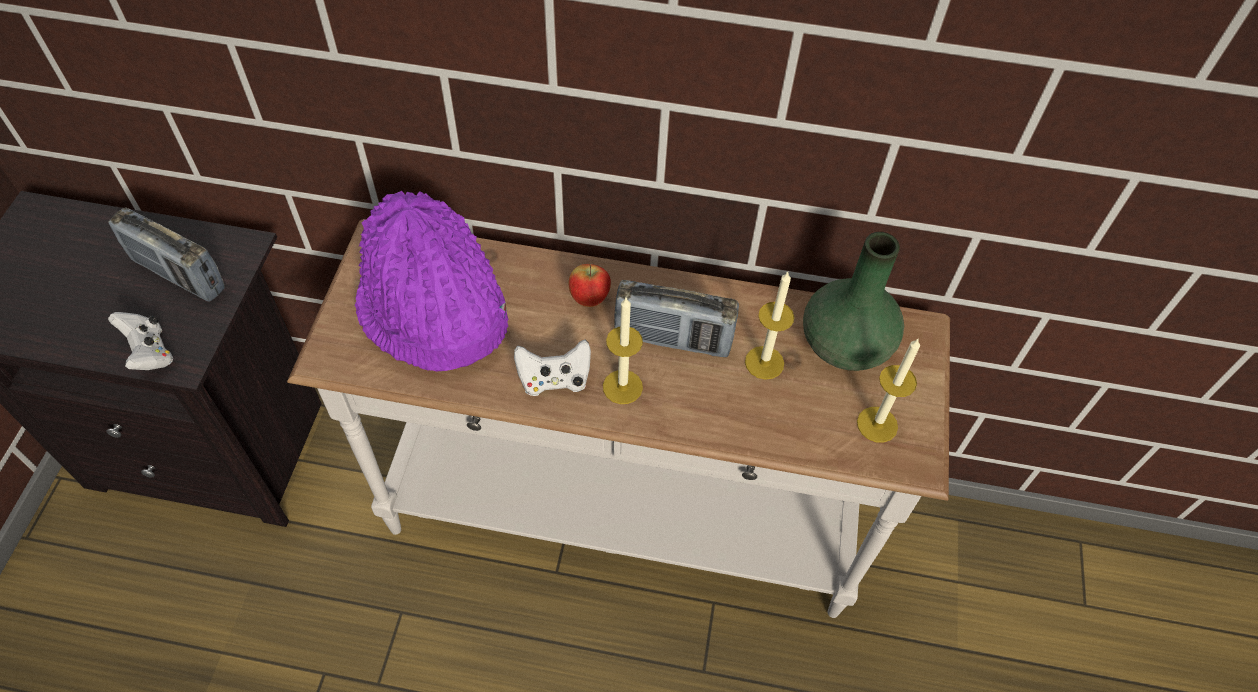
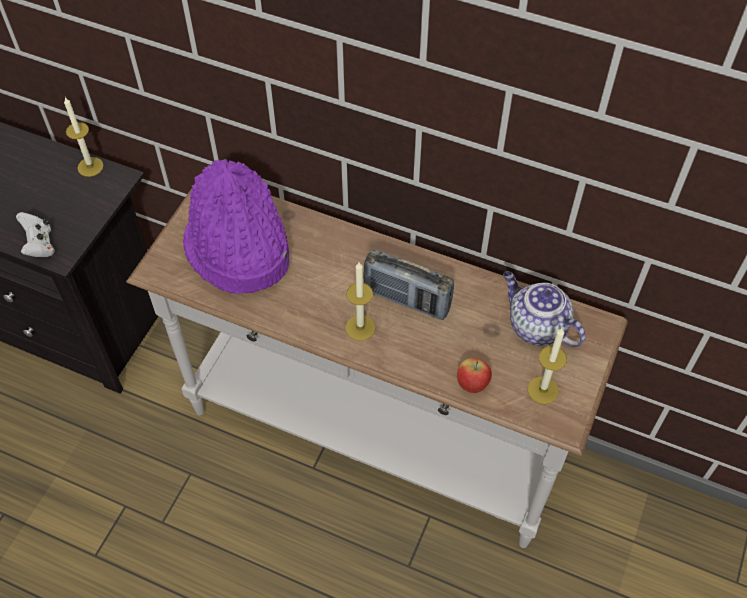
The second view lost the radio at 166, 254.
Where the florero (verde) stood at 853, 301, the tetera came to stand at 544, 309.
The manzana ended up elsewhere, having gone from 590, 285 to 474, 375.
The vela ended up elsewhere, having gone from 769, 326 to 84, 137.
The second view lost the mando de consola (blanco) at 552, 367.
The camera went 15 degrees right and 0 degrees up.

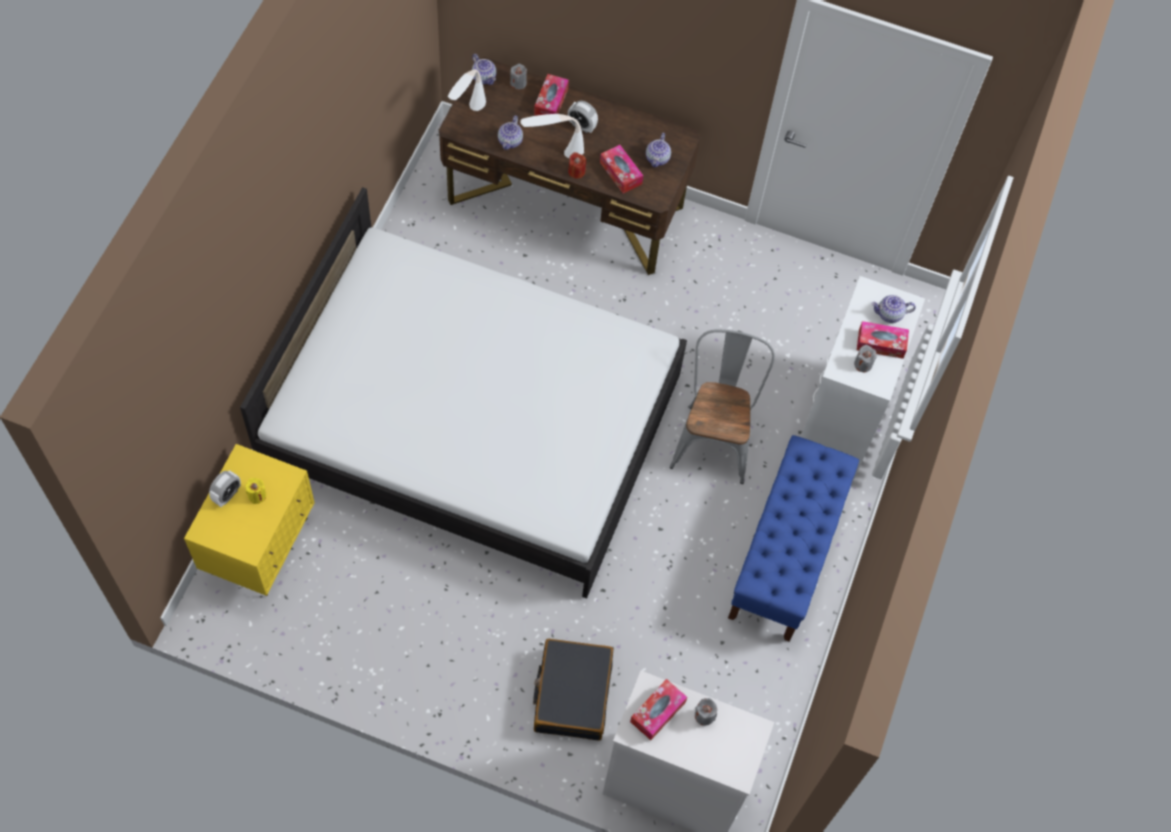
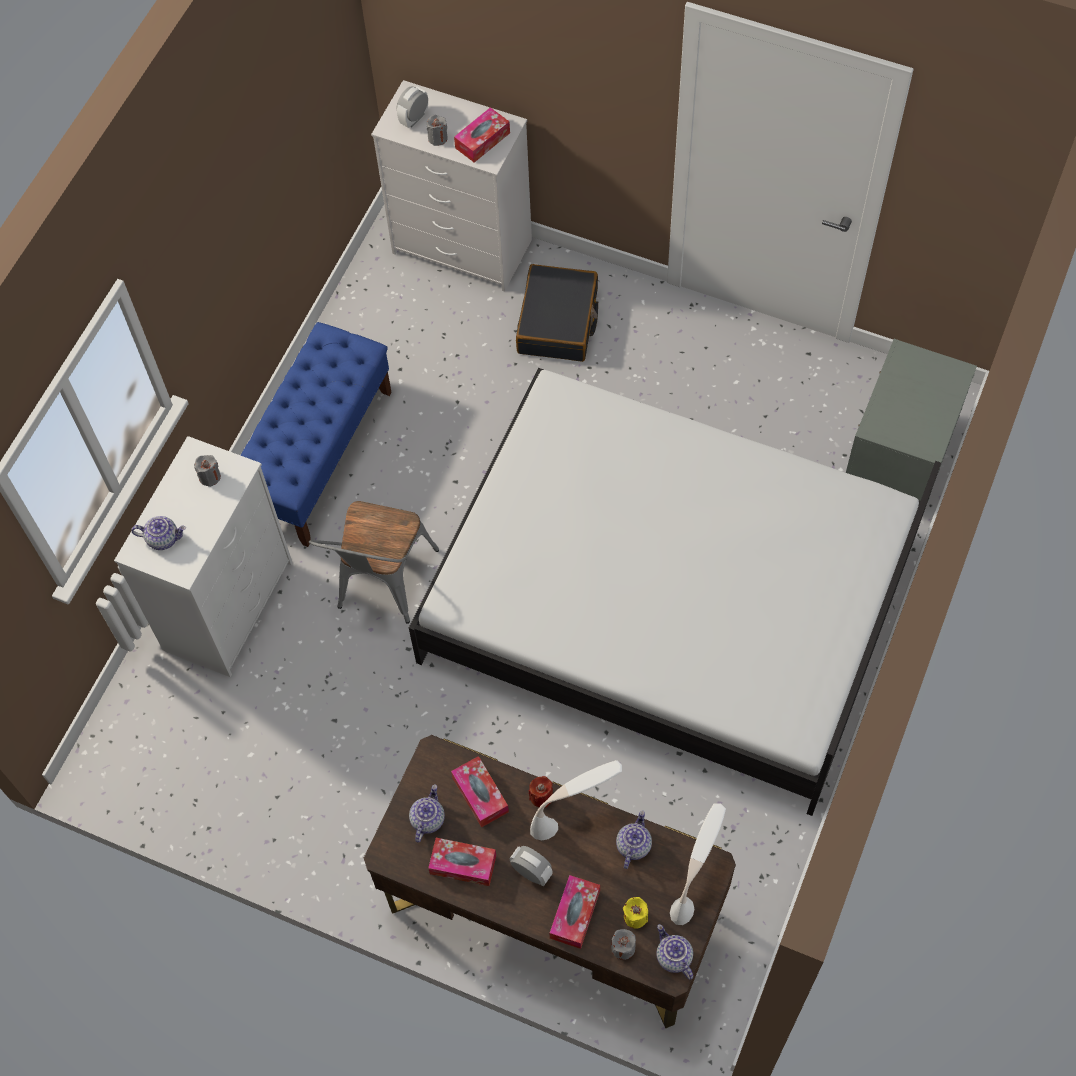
The caja de pañuelos ended up elsewhere, having gone from 883, 340 to 462, 862.
What was the mesita de noche (amarillo) at 249, 520 turned into the mesita de noche (gris) at 911, 420.
The despertador ended up elsewhere, having gone from 225, 488 to 412, 107.
The vela (amarillo) ended up elsewhere, having gone from 255, 491 to 635, 913.
The camera went 170 degrees left and 0 degrees up.

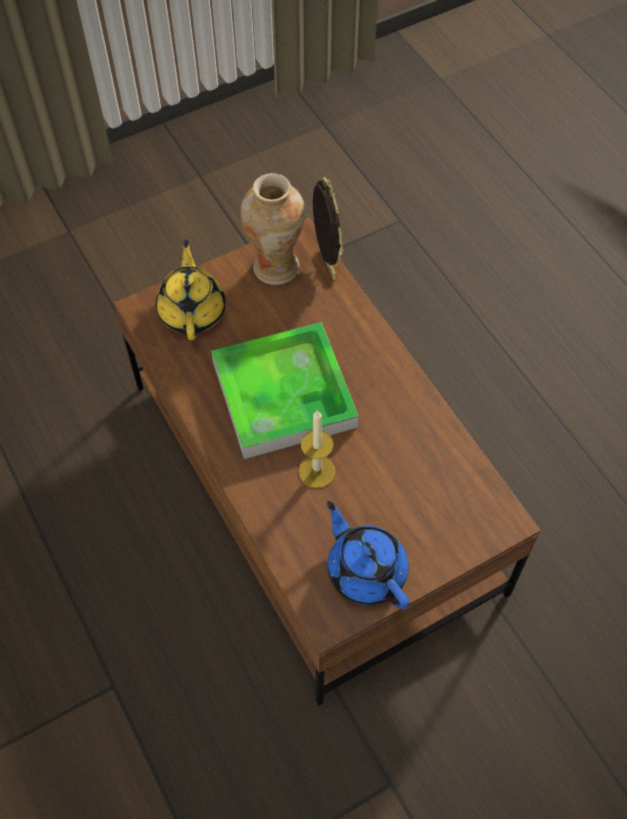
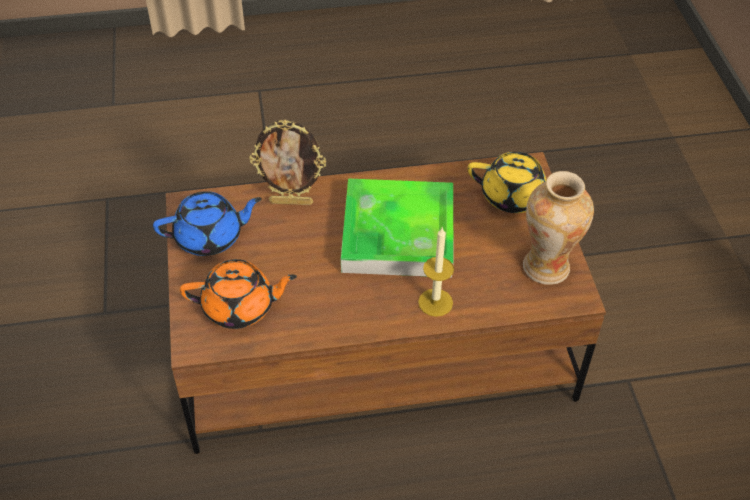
The portarretratos ended up elsewhere, having gone from 328, 228 to 287, 162.
The vela ended up elsewhere, having gone from 317, 449 to 436, 272.
The second view gained the tetera (naranja) at 238, 294.
The camera went 110 degrees right and 10 degrees down.

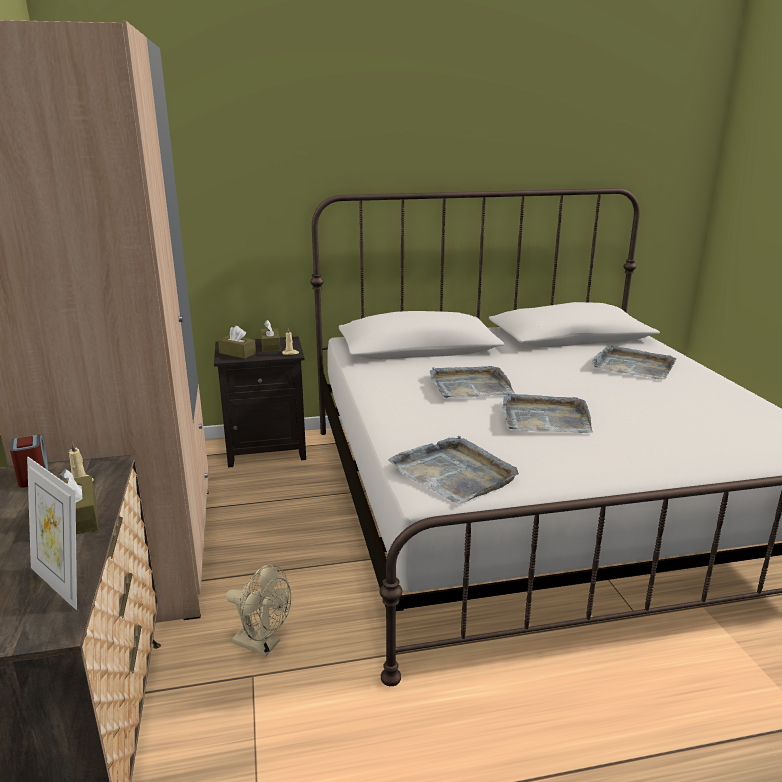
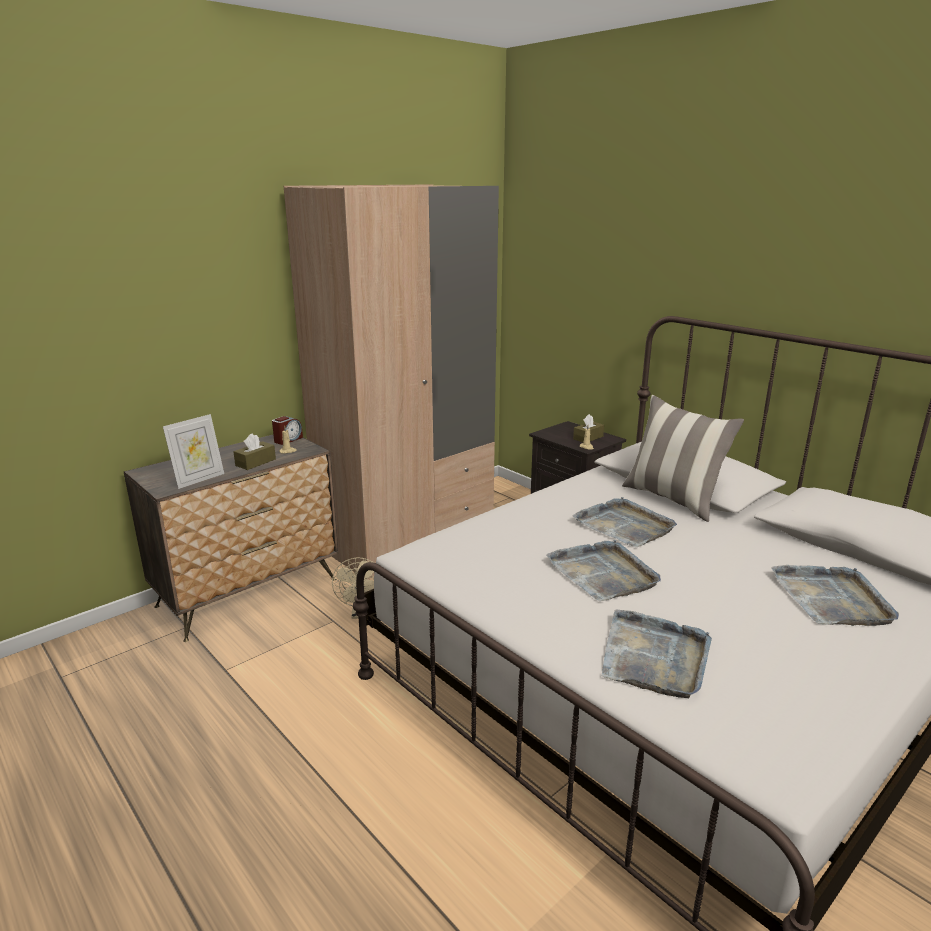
The second view lost the caja de pañuelos (marrón) at 237, 342.
The bandeja (gris) ended up elsewhere, having gone from 453, 470 to 657, 654.
The portarretratos at 52, 533 ended up facing another way, 150 degrees counterclockwise from before.
The second view gained the cojín at 683, 458.
The camera went 60 degrees right and 0 degrees up.

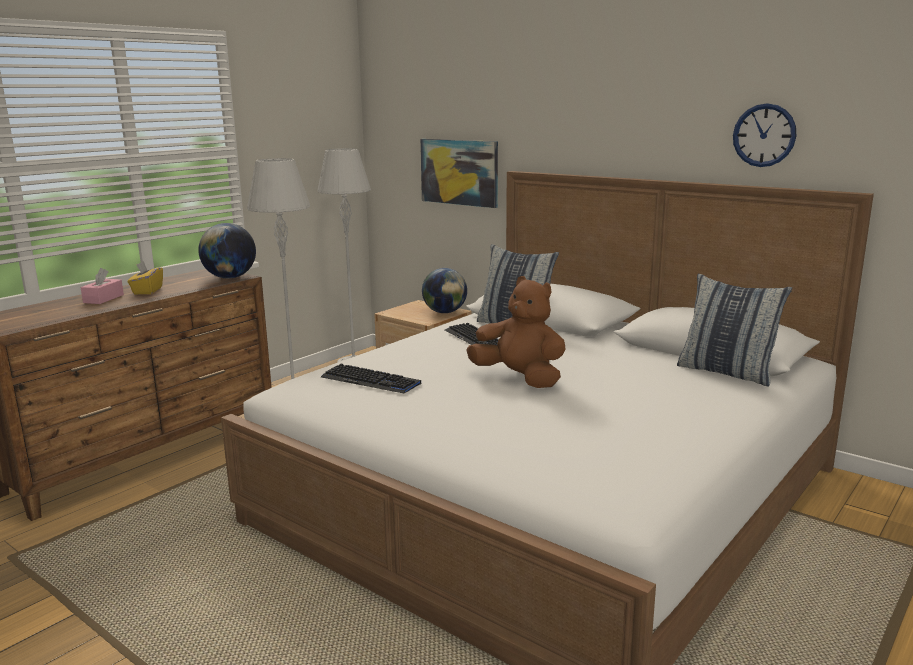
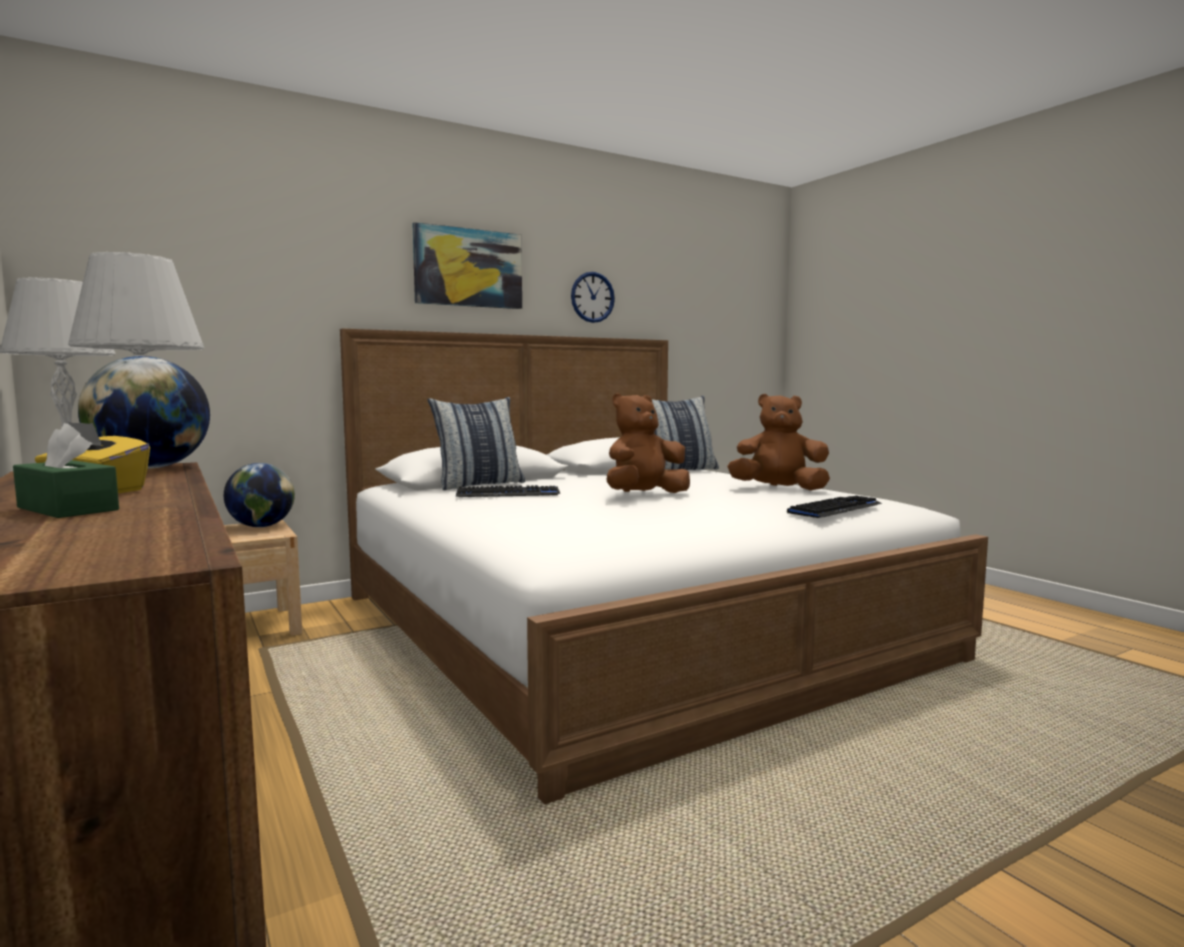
The cuadro ended up elsewhere, having gone from 459, 173 to 467, 265.
What was the caja de pañuelos (rosa) at 102, 286 turned into the caja de pañuelos (verde) at 66, 470.
The teclado ended up elsewhere, having gone from 371, 379 to 834, 507.
The second view gained the peluche (marrón) at 779, 442.
The camera went 70 degrees left and 10 degrees down.

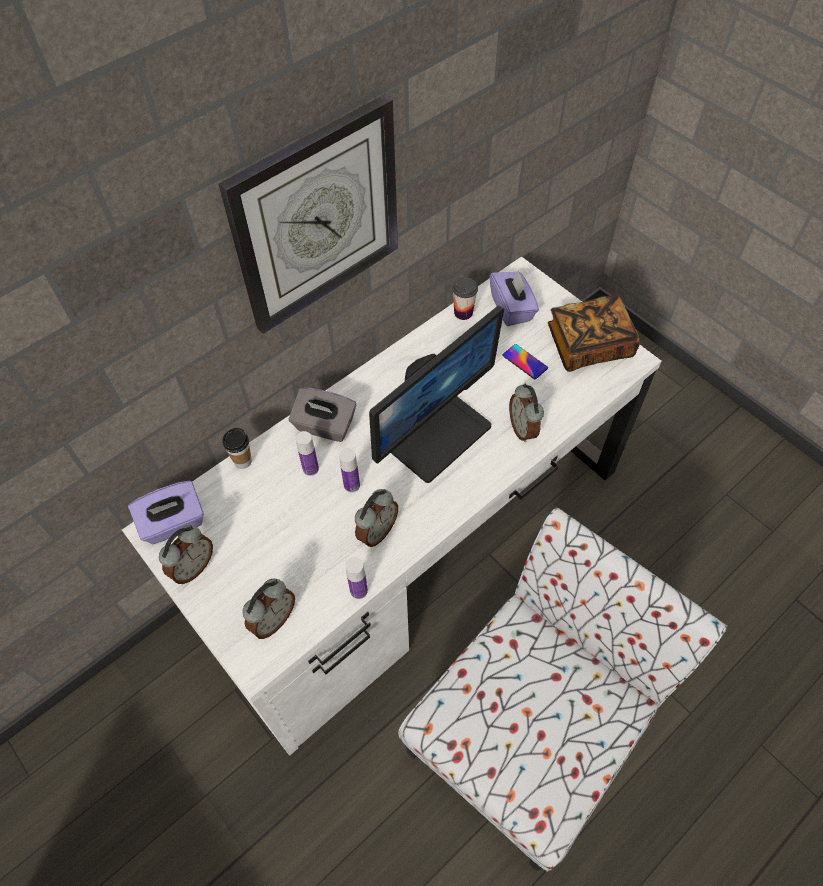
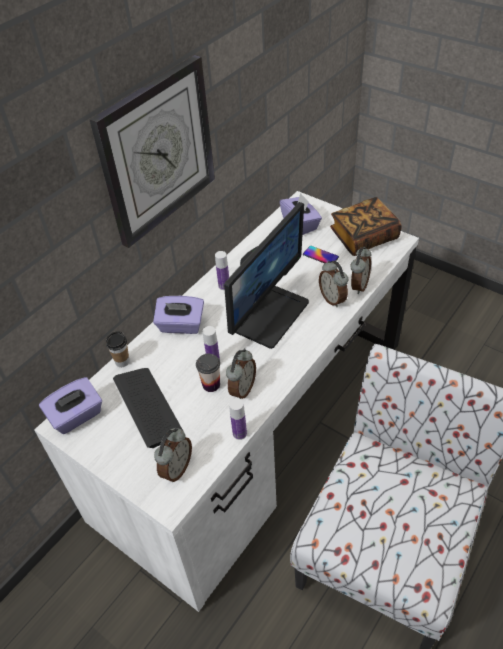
The taza ended up elsewhere, having gone from 465, 298 to 208, 373.
What was the caja de pañuelos (gris) at 322, 414 turned into the caja de pañuelos (morado) at 178, 315.
The botella ended up elsewhere, having gone from 307, 453 to 222, 270.
The despertador ended up elsewhere, having gone from 186, 554 to 360, 270.
The second view gained the teclado at 148, 408.
The camera went 10 degrees left and 10 degrees down.

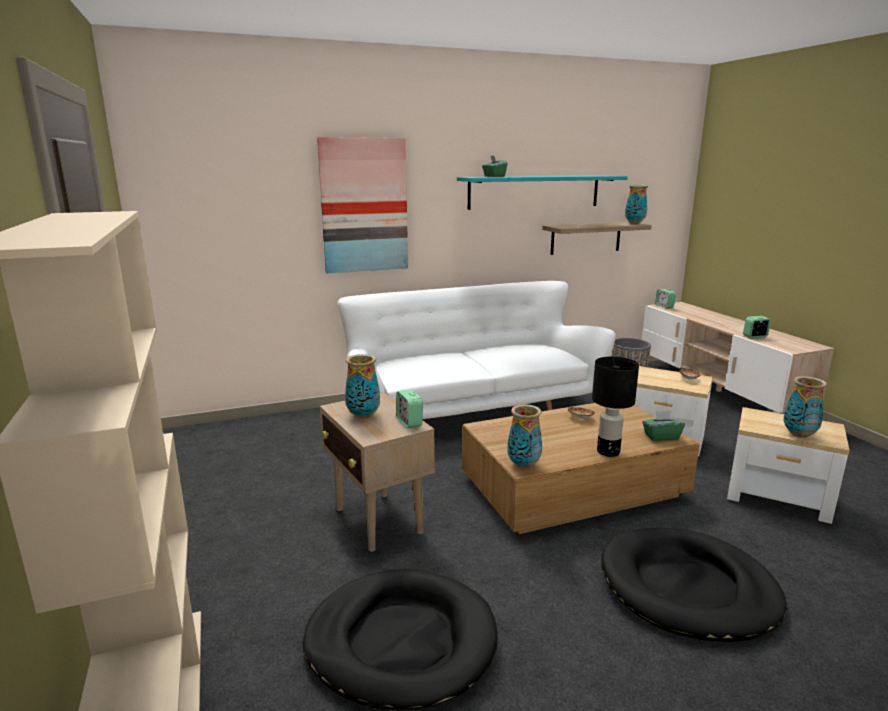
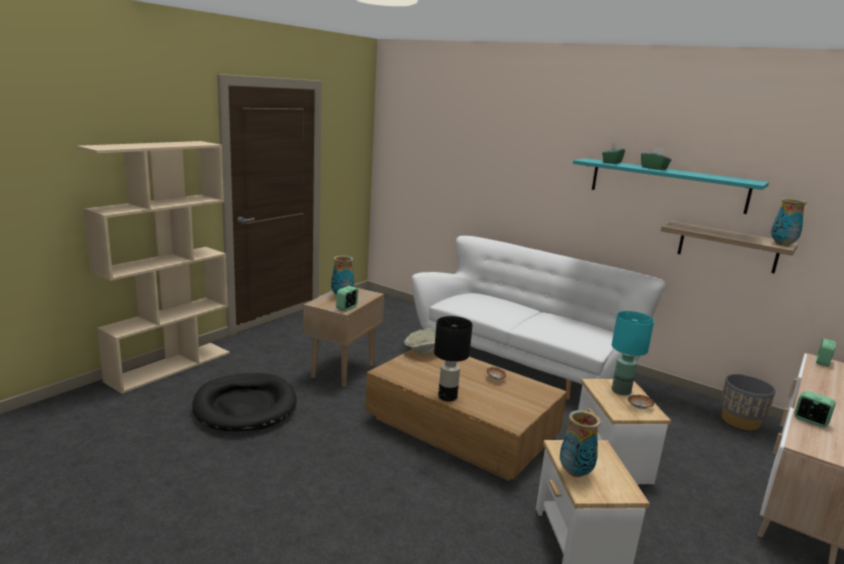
The second view lost the cuadro at 362, 205.
The second view lost the florero at 524, 436.
The caja de pañuelos (verde) ended up elsewhere, having gone from 664, 426 to 656, 159.
The second view lost the cama para perro (negro) at 694, 585.
The second view gained the lámpara de mesa (turquesa) at 633, 353.
The second view gained the cuenco (beis) at 420, 341.
The camera went 55 degrees right and 0 degrees up.

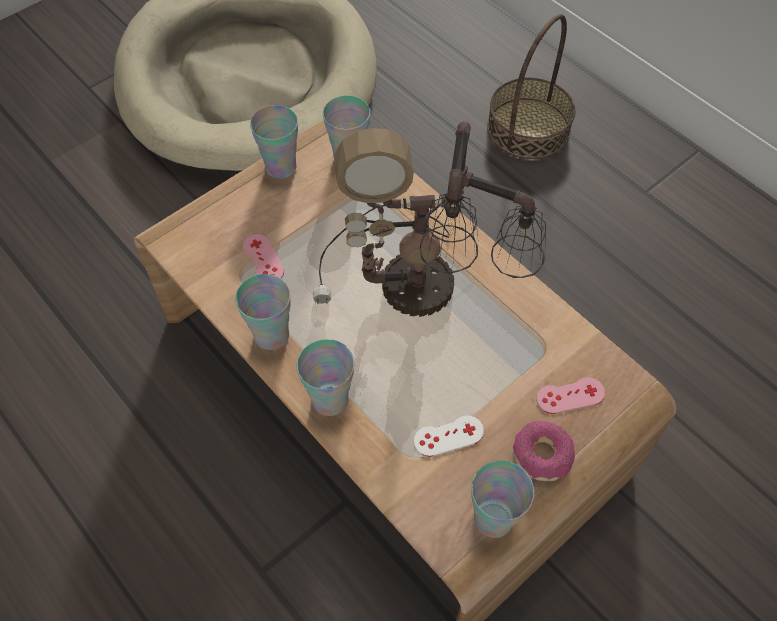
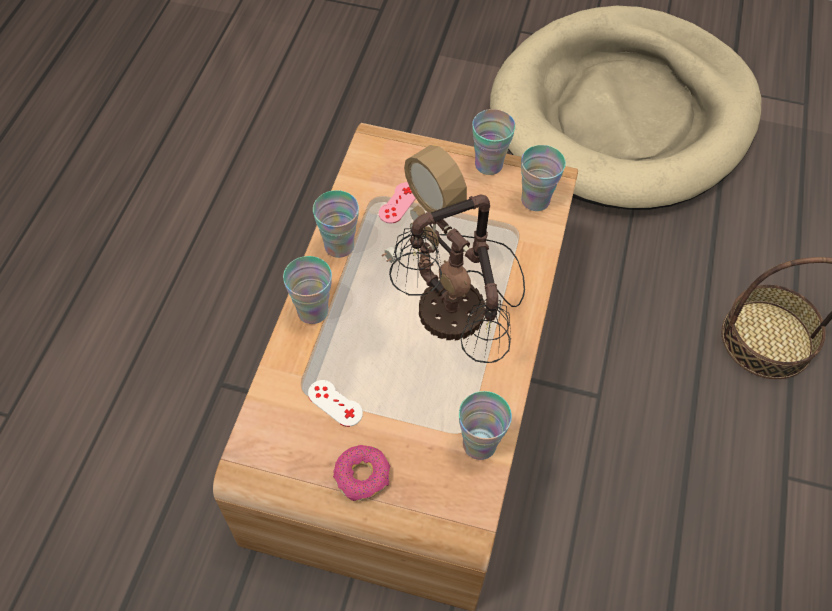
The second view lost the mando de consola (rosa) at 570, 395.
The taza ended up elsewhere, having gone from 502, 499 to 485, 425.
The camera went 55 degrees right and 0 degrees up.

